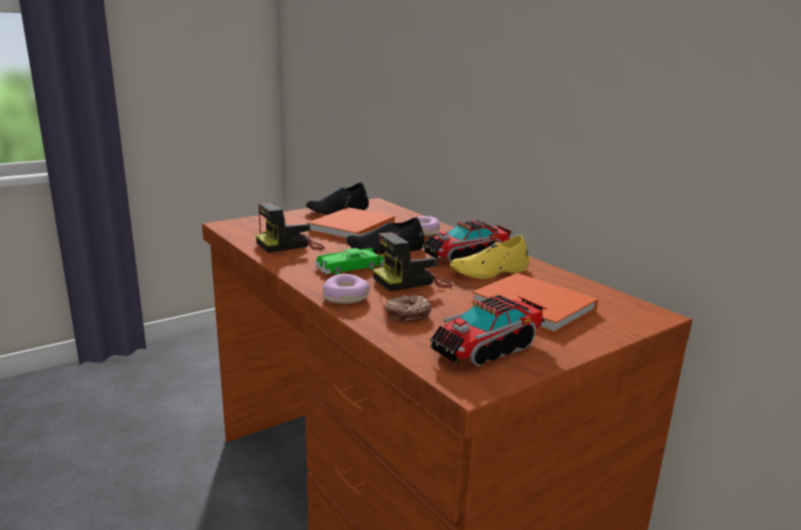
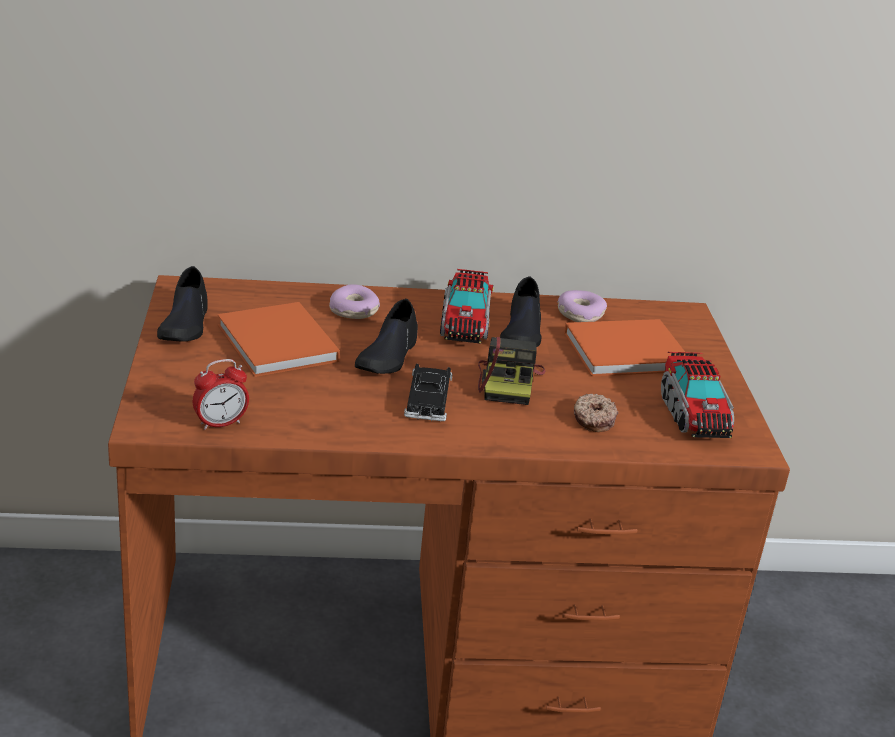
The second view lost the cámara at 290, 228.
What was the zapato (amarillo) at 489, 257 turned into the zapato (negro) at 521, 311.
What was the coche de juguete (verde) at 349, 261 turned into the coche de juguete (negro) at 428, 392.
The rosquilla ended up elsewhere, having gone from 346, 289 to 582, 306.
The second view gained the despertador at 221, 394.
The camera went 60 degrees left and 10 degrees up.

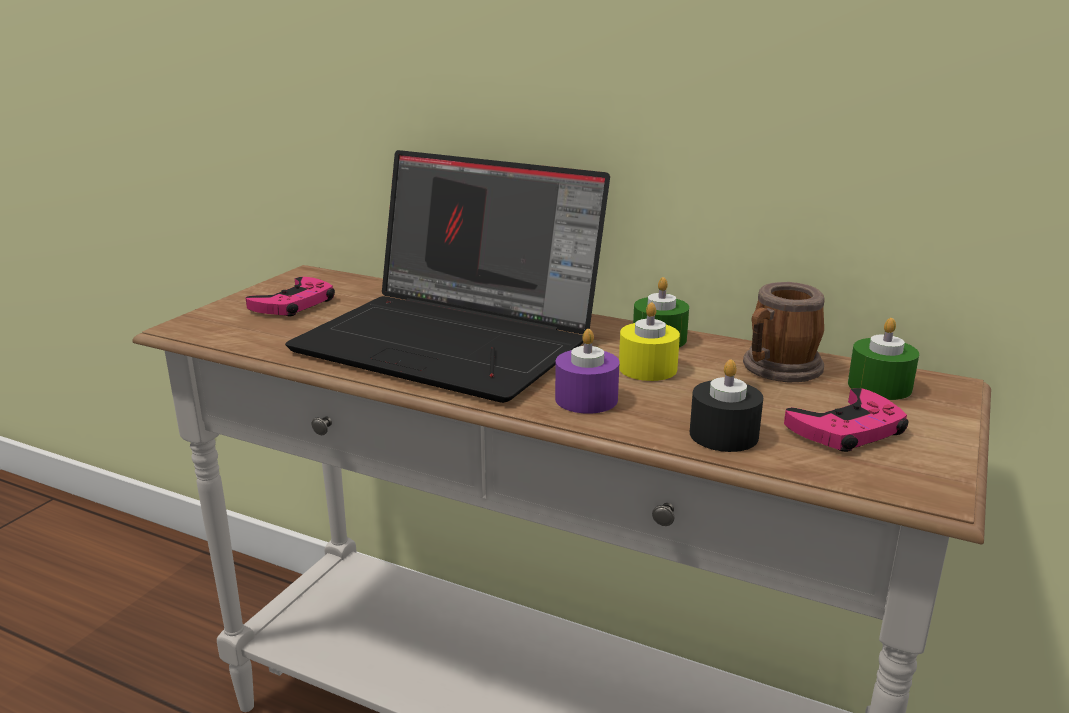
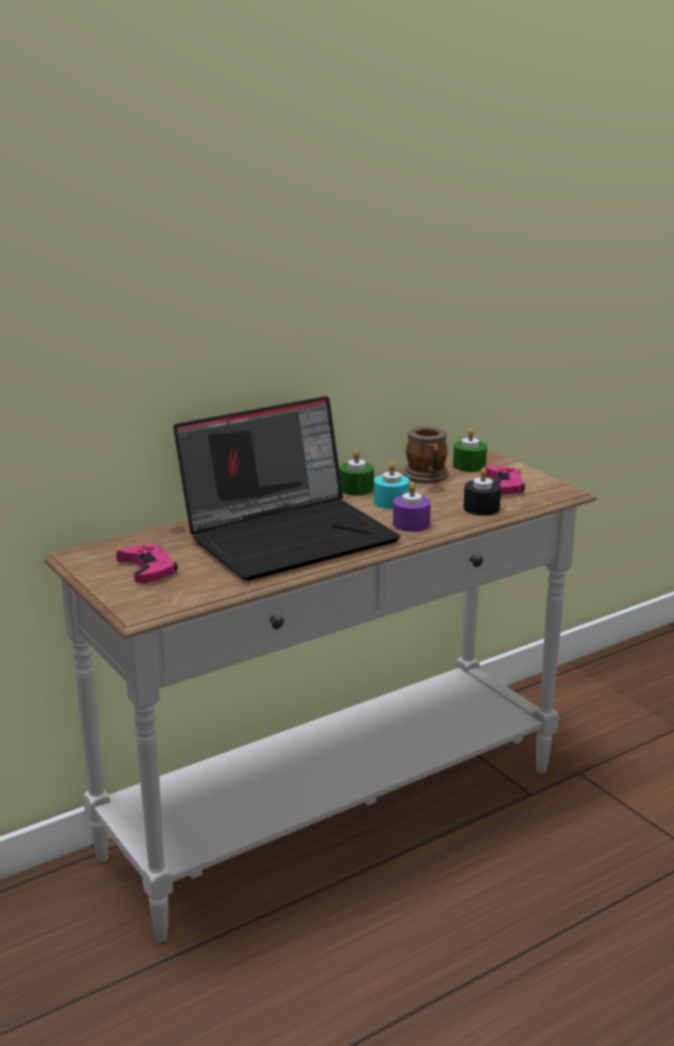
What was the vela (amarillo) at 649, 341 turned into the vela (turquesa) at 392, 485.
The camera went 60 degrees left and 0 degrees up.

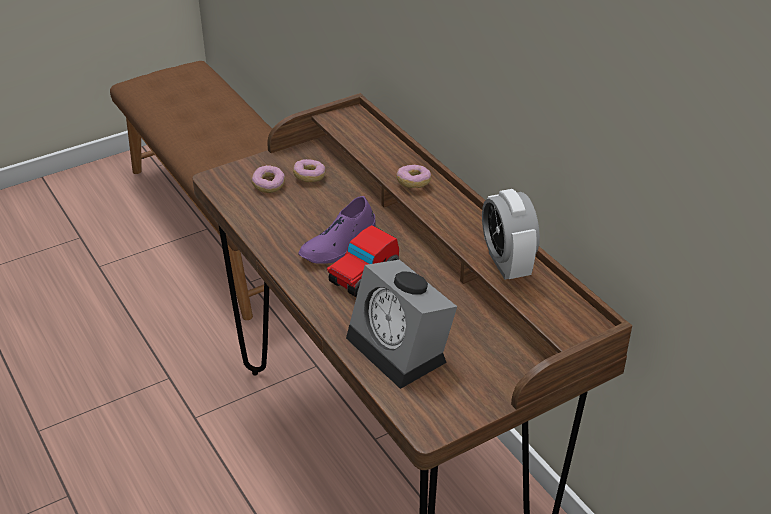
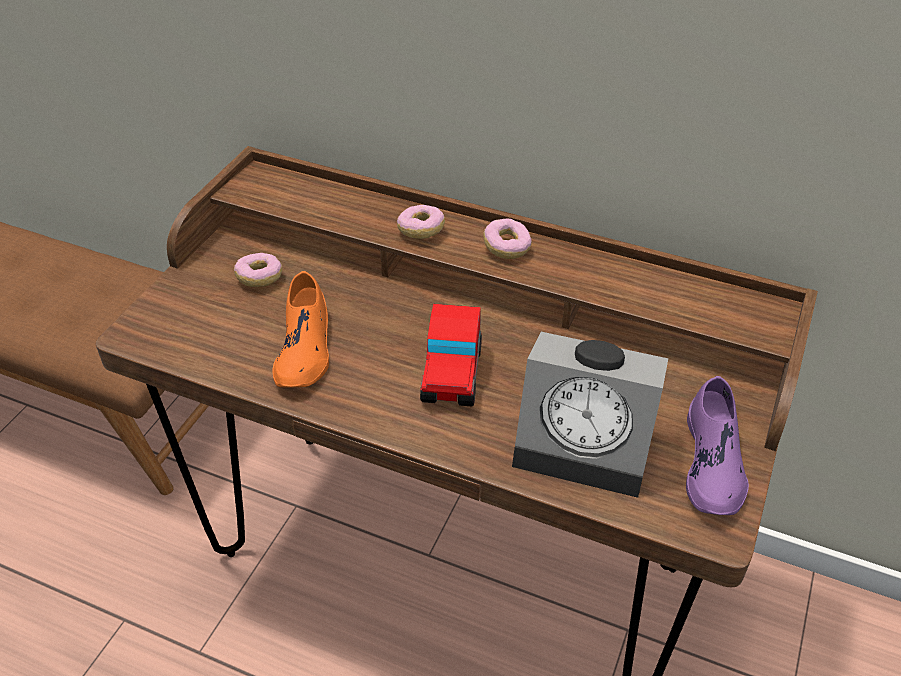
The rosquilla ended up elsewhere, having gone from 268, 179 to 507, 238.
The second view lost the despertador at 511, 234.
The zapato (morado) ended up elsewhere, having gone from 337, 230 to 717, 445.
The second view gained the zapato (naranja) at 301, 329.
The camera went 35 degrees left and 5 degrees up.

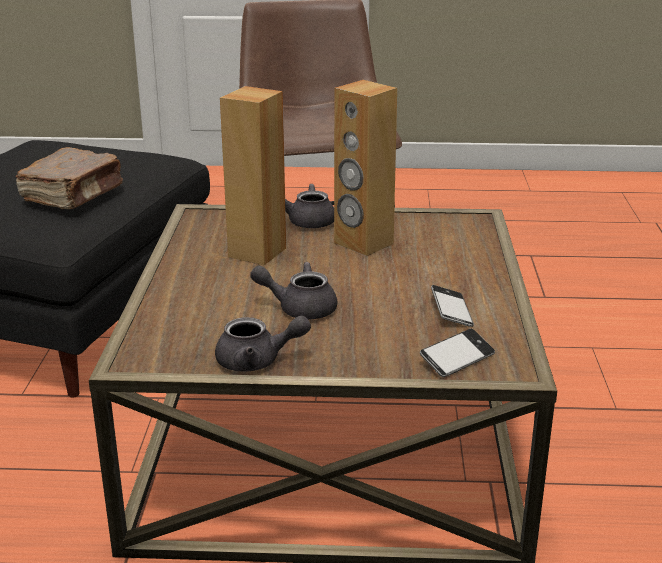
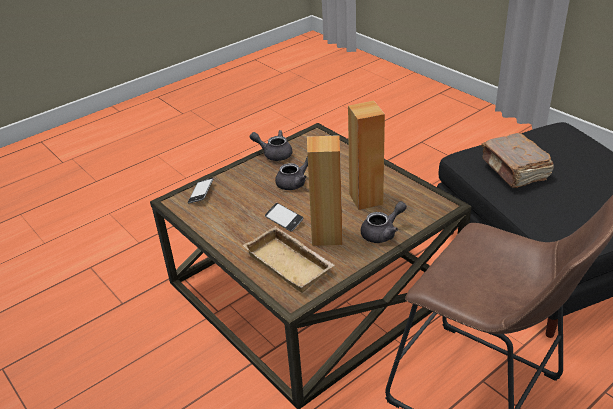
The móvil ended up elsewhere, having gone from 452, 306 to 284, 217.
The tetera (gris) at 263, 344 ended up facing another way, 60 degrees clockwise from before.
The second view gained the bandeja (beis) at 289, 259.
The camera went 140 degrees right and 10 degrees up.

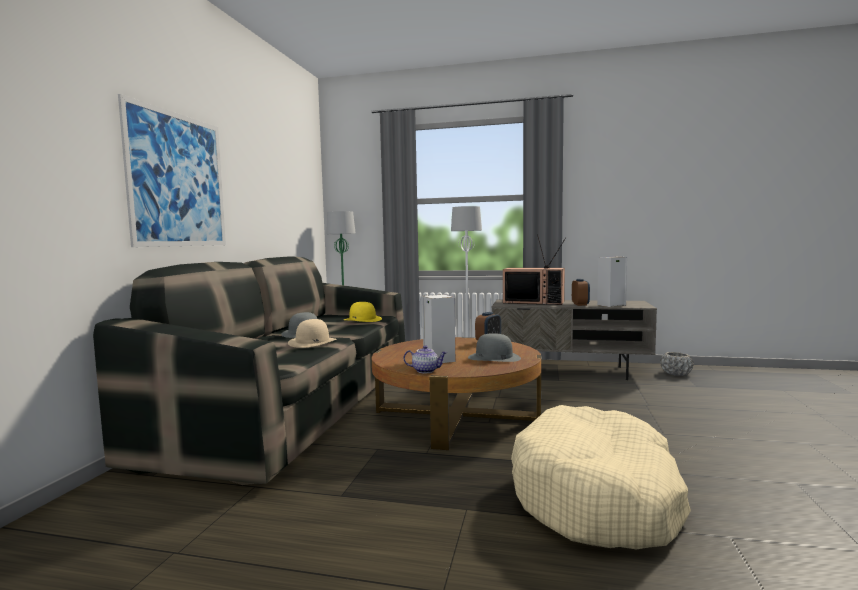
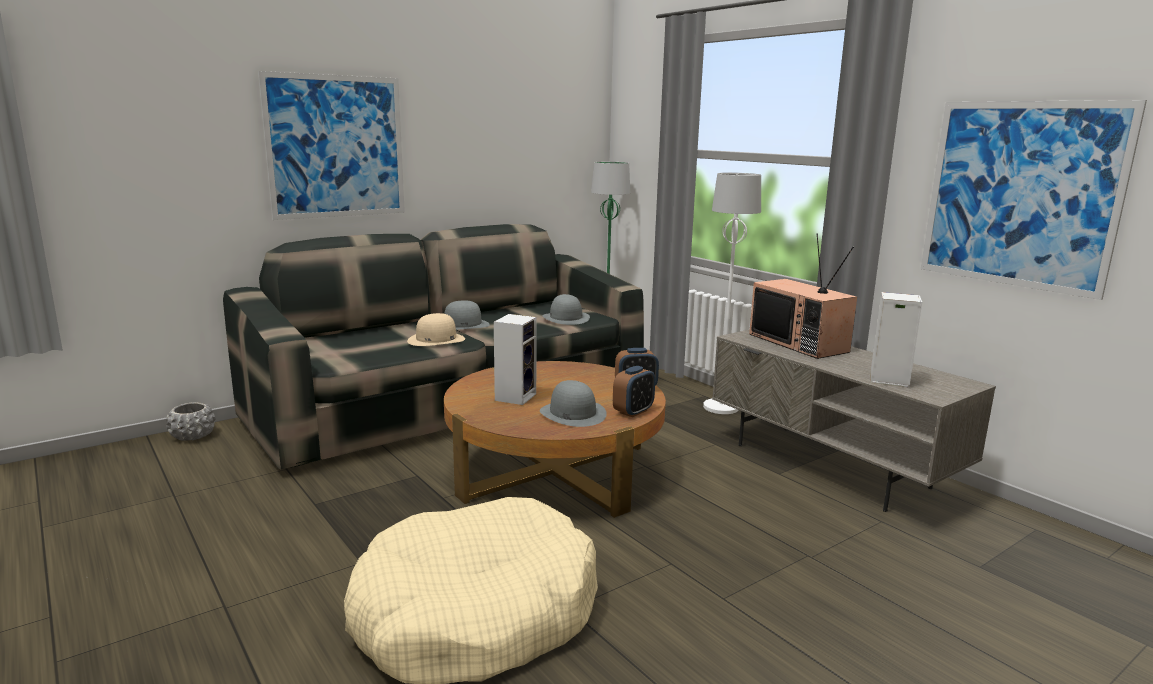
The despertador ended up elsewhere, having gone from 581, 292 to 634, 391.
What was the sombrero (amarillo) at 363, 312 turned into the sombrero (gris) at 566, 309.
The second view lost the tetera at 425, 359.
The maceta (gris) ended up elsewhere, having gone from 676, 364 to 191, 422.
The second view gained the cuadro at 1034, 200.
The camera went 40 degrees right and 10 degrees up.

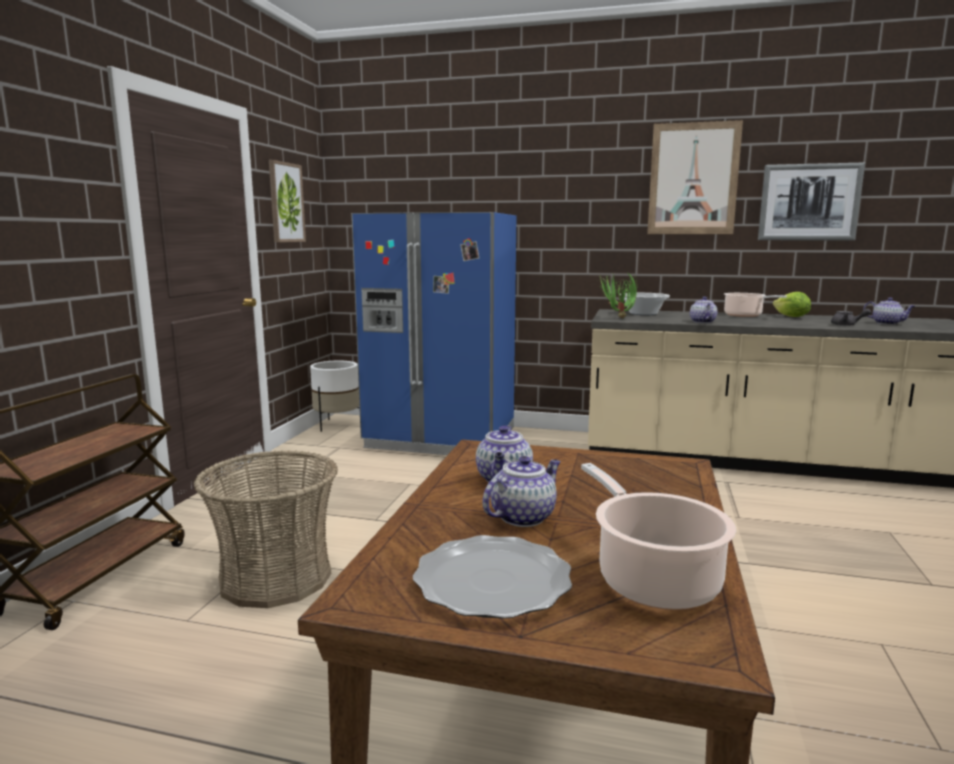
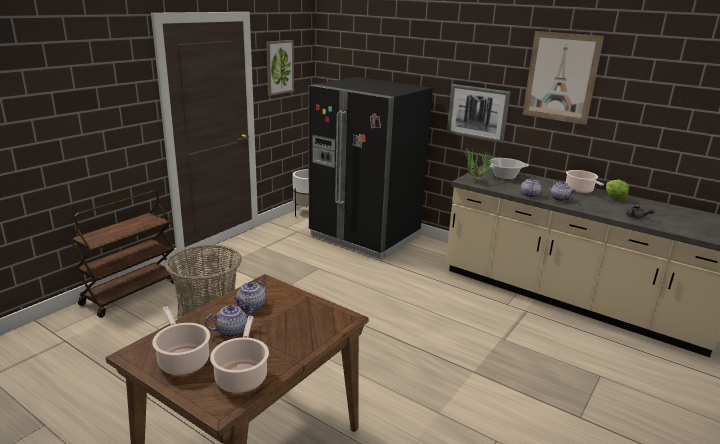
The cuadro ended up elsewhere, having gone from 811, 202 to 479, 113.
What was the nevera (azul) at 433, 333 turned into the nevera (negro) at 371, 168.
The tetera ended up elsewhere, having gone from 889, 311 to 562, 191.
Where the plato stood at 492, 577, the olla came to stand at 181, 340.
The camera went 20 degrees right and 10 degrees up.

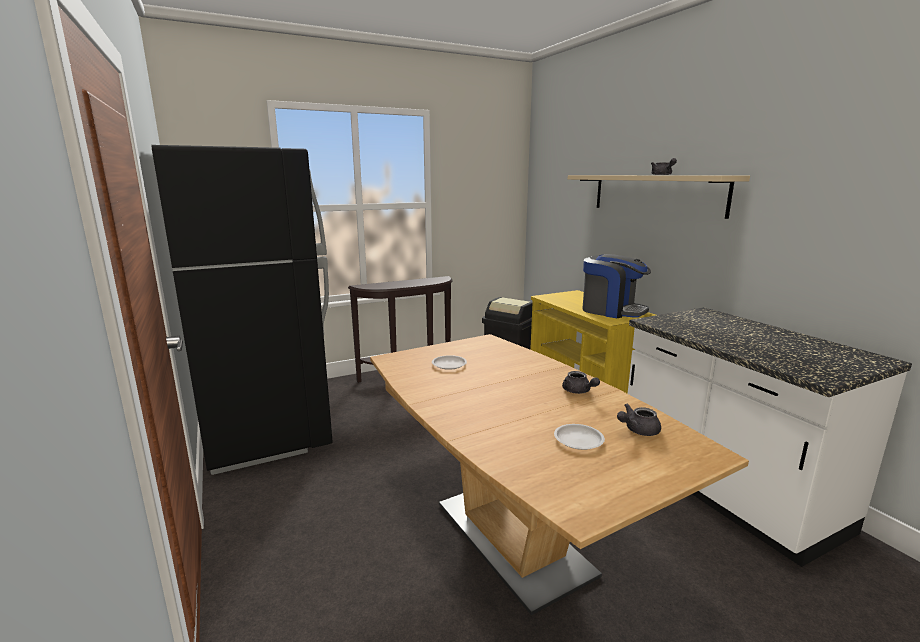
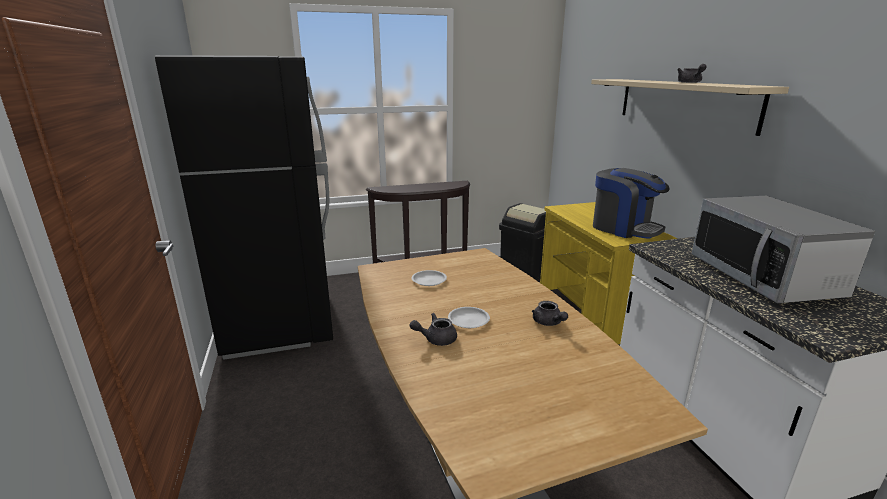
The tetera (gris) ended up elsewhere, having gone from 639, 419 to 433, 329.
The plato (blanco) ended up elsewhere, having gone from 579, 437 to 469, 317.
The second view gained the microondas at 783, 249.
The camera went 10 degrees right and 5 degrees up.

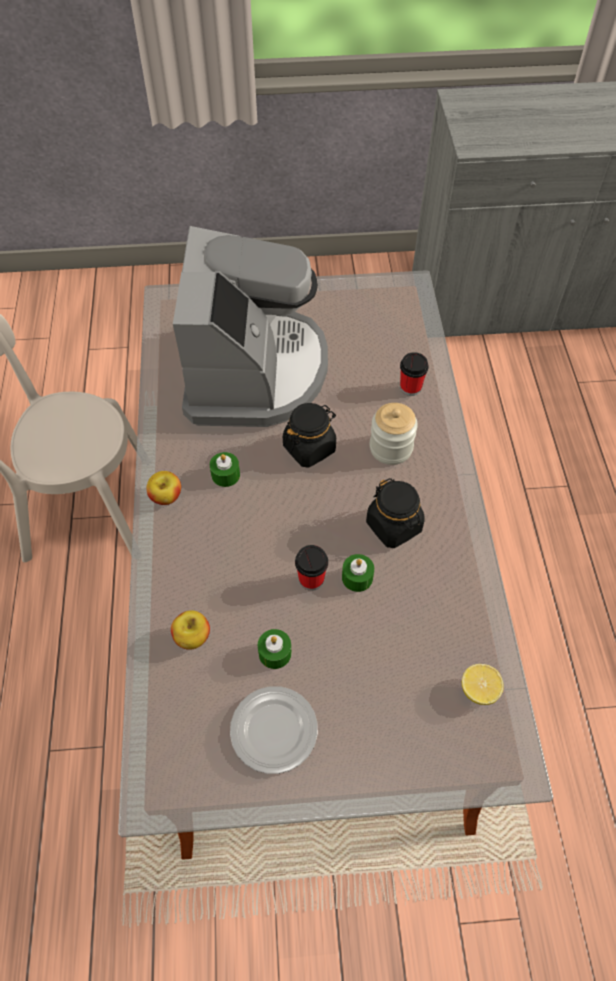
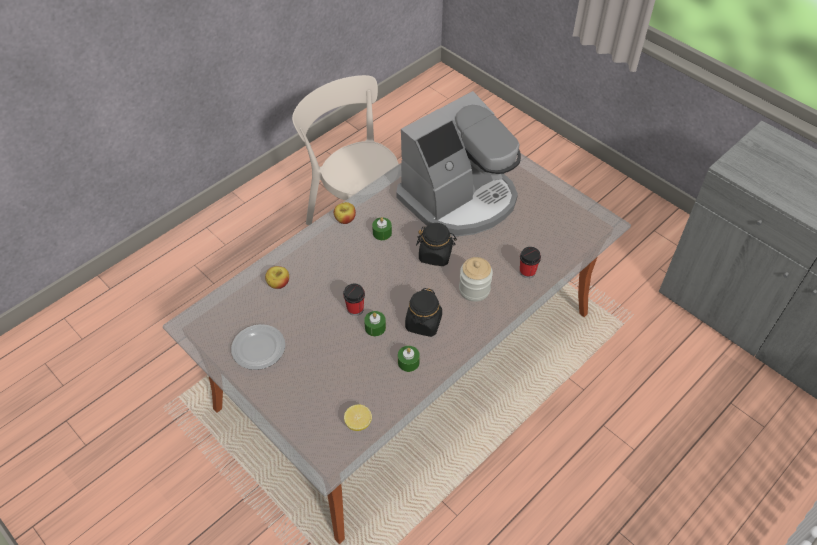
The vela (verde) ended up elsewhere, having gone from 275, 649 to 409, 359.
The camera went 50 degrees right and 5 degrees down.

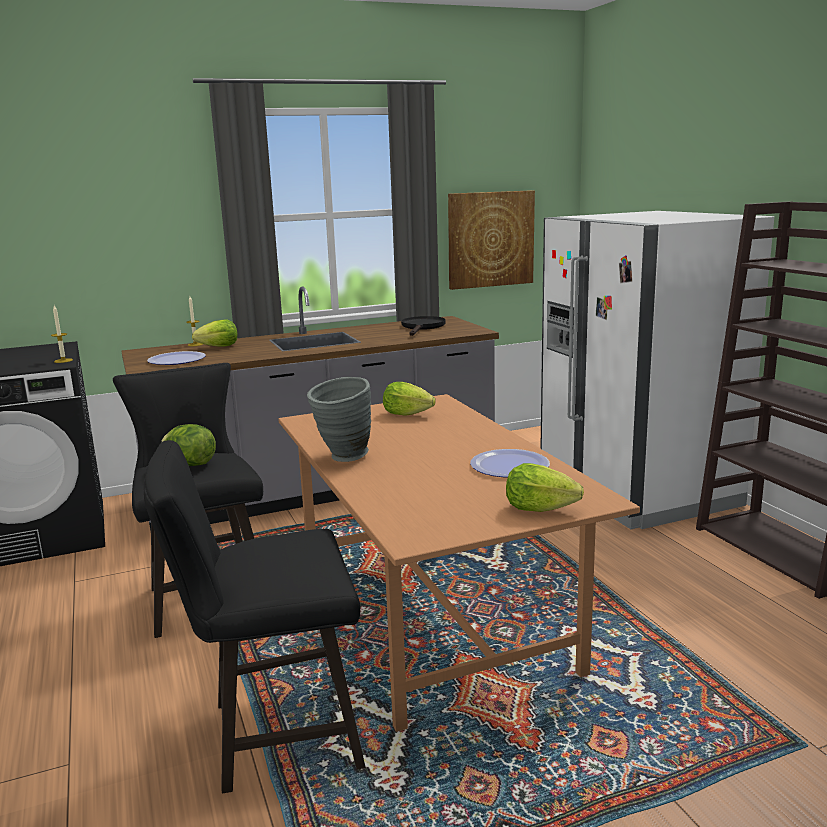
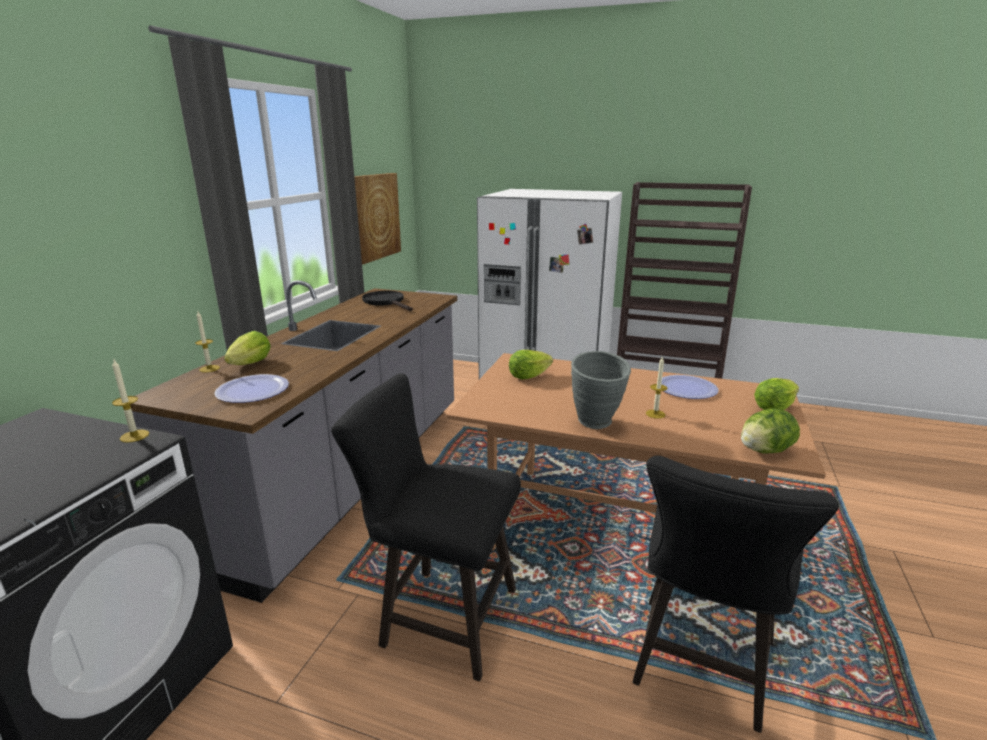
The lechuga ended up elsewhere, having gone from 188, 445 to 770, 431.
The second view gained the vela at 656, 387.
The camera went 50 degrees left and 5 degrees up.

